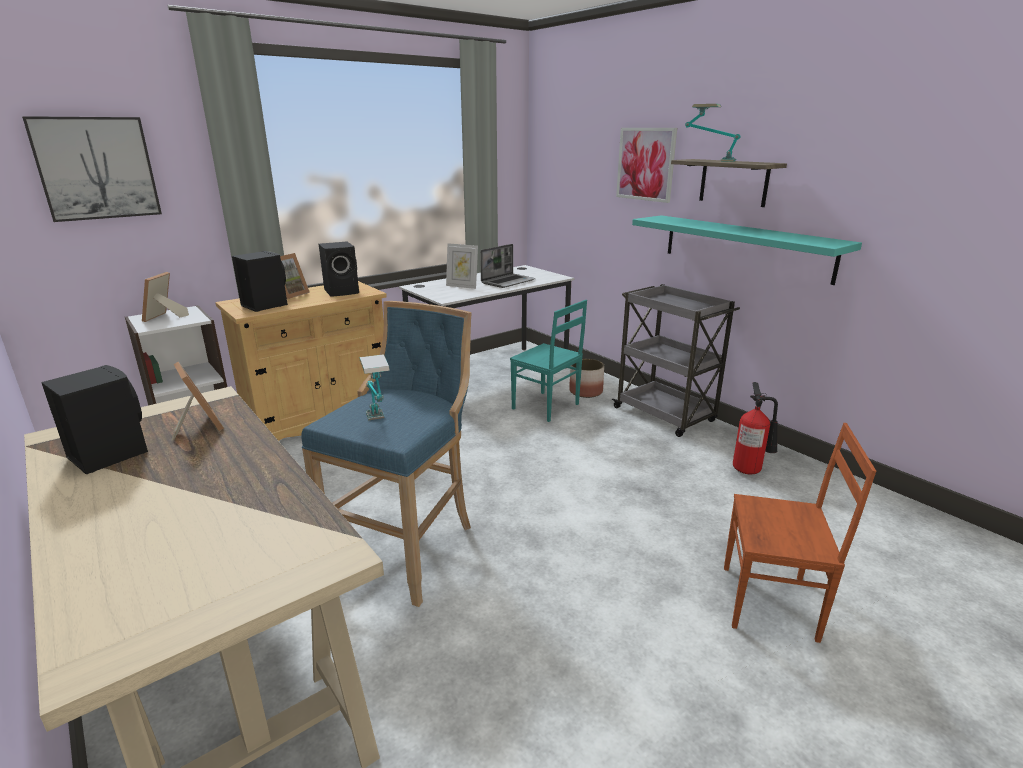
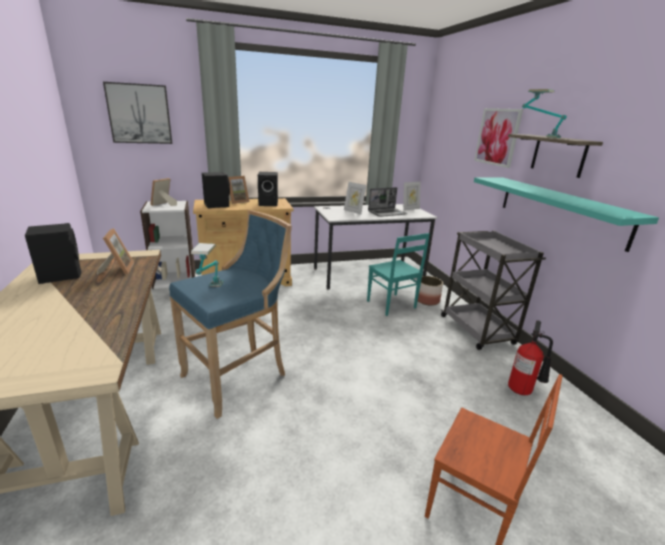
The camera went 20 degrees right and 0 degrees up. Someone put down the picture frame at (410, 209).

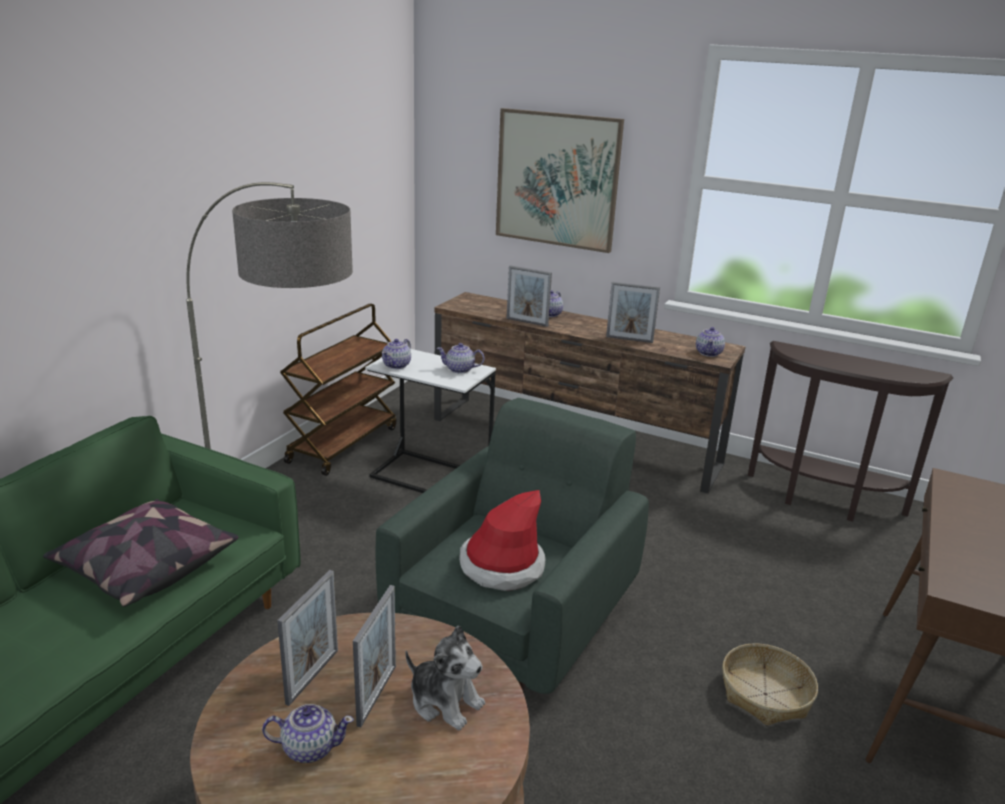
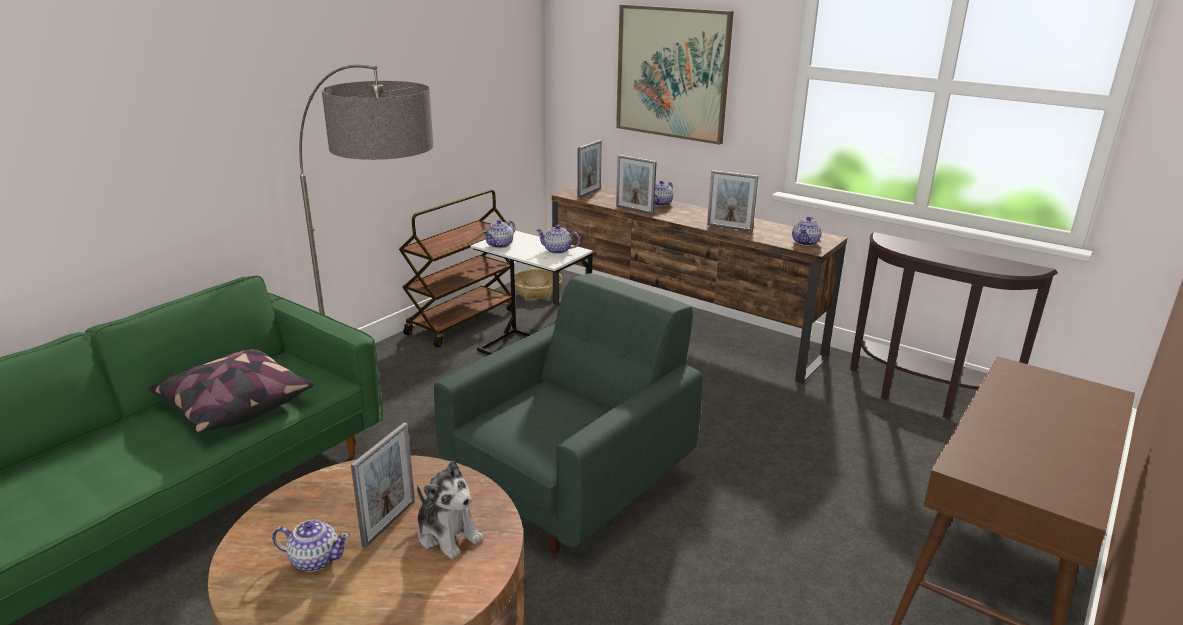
The camera went 10 degrees right and 0 degrees up. Someone carried the household basket from (765, 694) to (537, 291). Someone carried the picture frame from (312, 676) to (589, 193). Someone took away the hat at (501, 566).

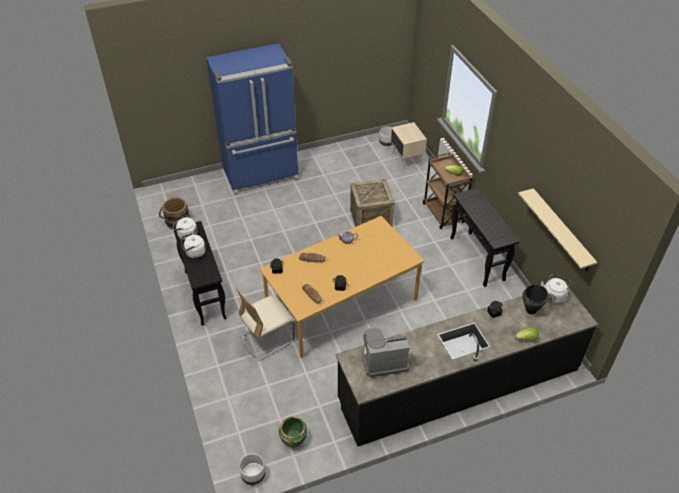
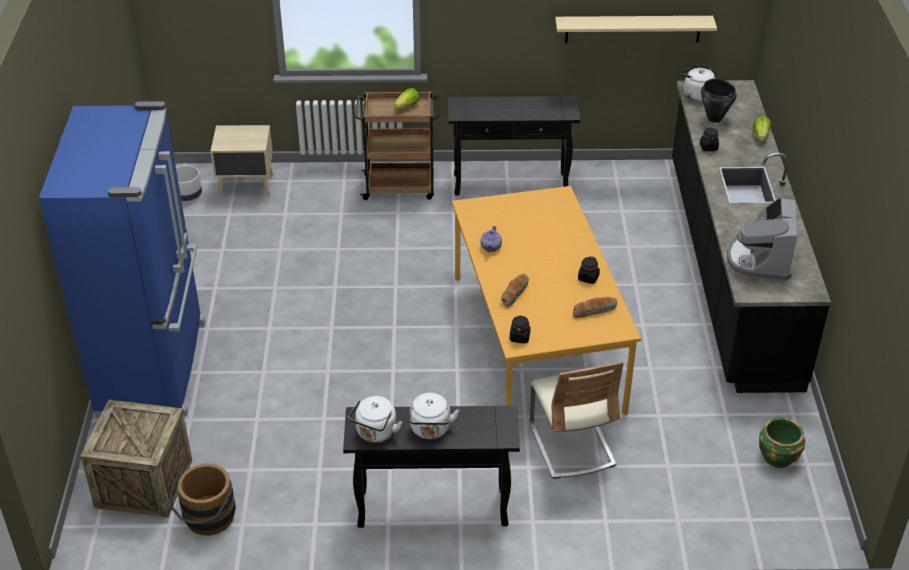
The camera went 70 degrees left and 5 degrees down. Someone carried the shipping crate from (371, 219) to (144, 483). Someone took away the white flower pot at (253, 475).

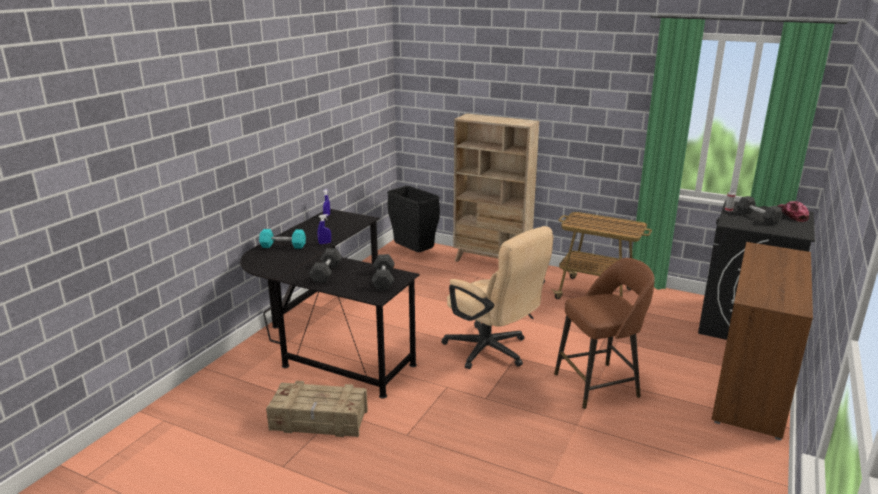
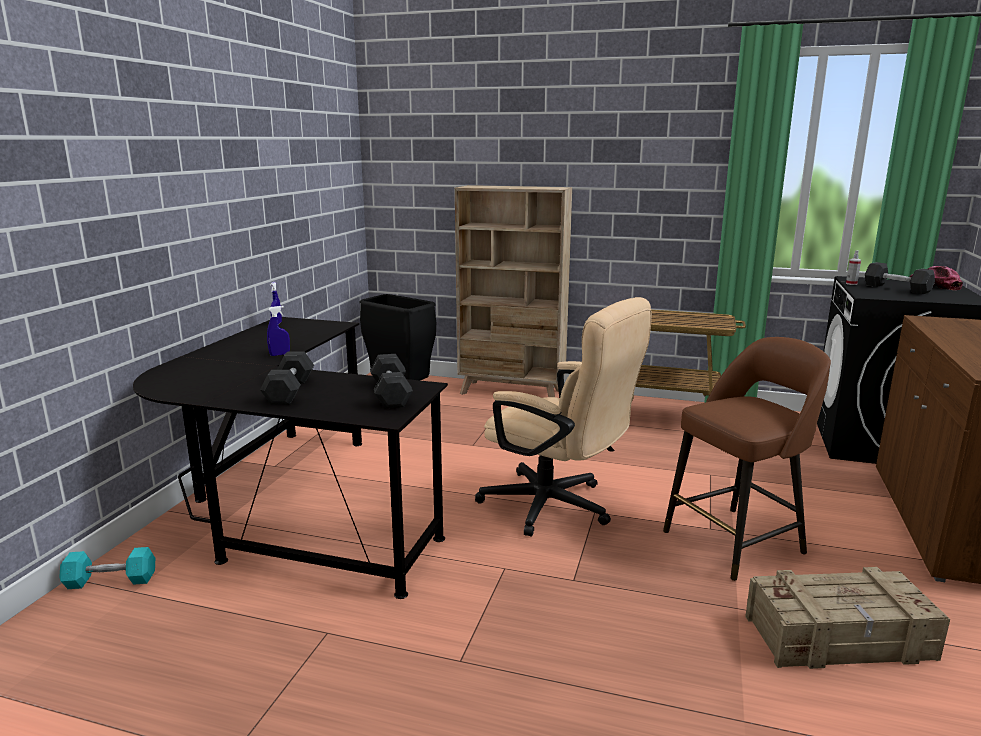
The camera went 10 degrees left and 5 degrees down. Someone carried the turquoise-coloured free weight from (283, 246) to (111, 581). Someone carried the shipping crate from (319, 420) to (840, 638).

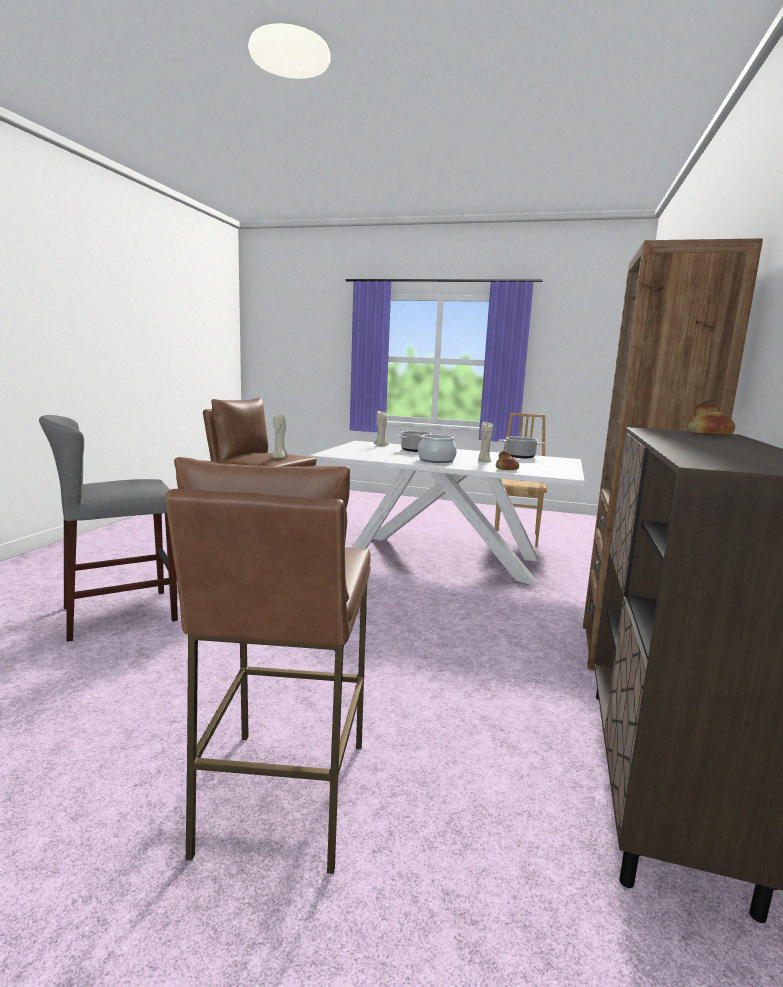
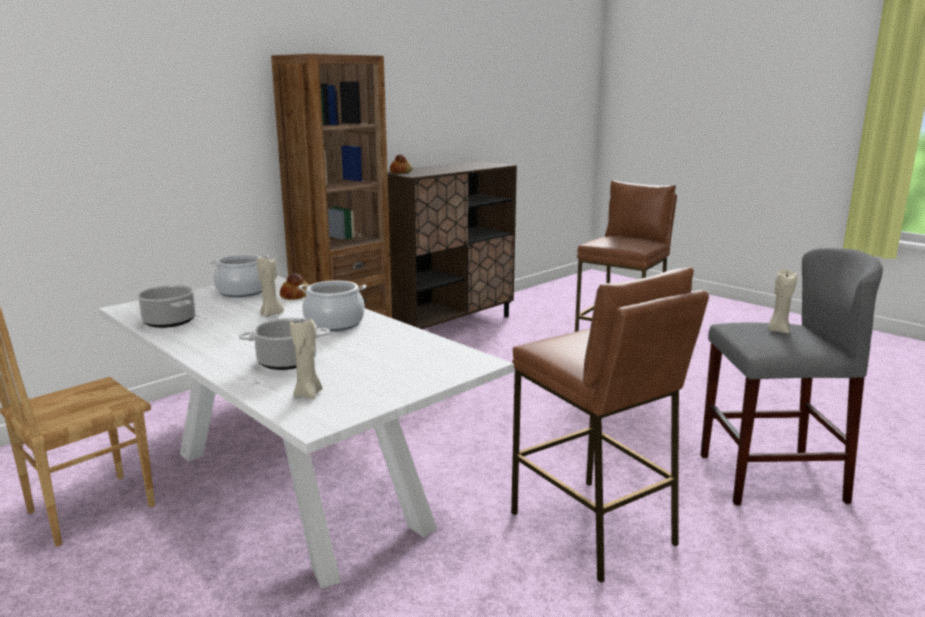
The camera went 150 degrees left and 5 degrees up. Someone put down the cooking pot at (242, 291). Someone carried the beige wax light from (280, 457) to (778, 330).

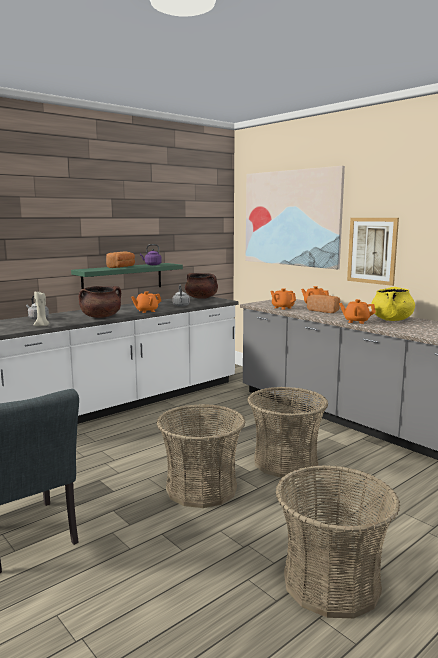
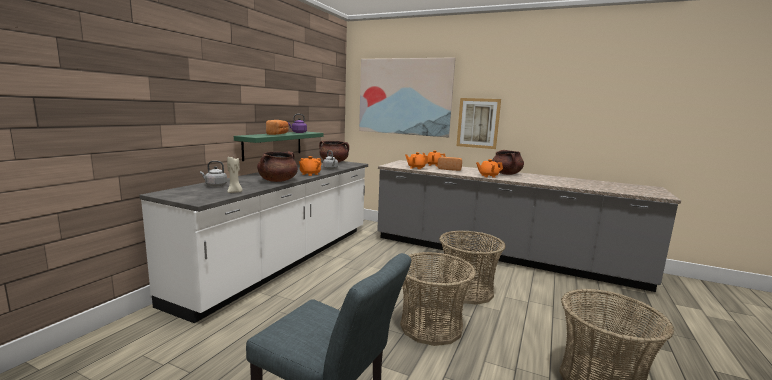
The camera went 25 degrees left and 0 degrees up. Someone repainted the yellow-coloured cooking pot at (391, 320), which became the brownish cooking pot at (506, 174).

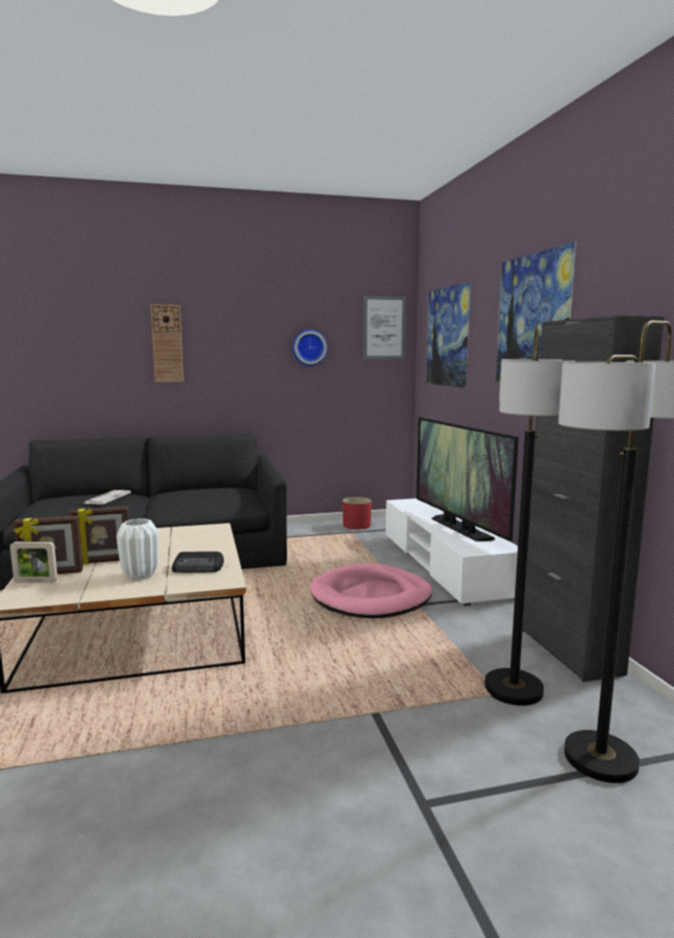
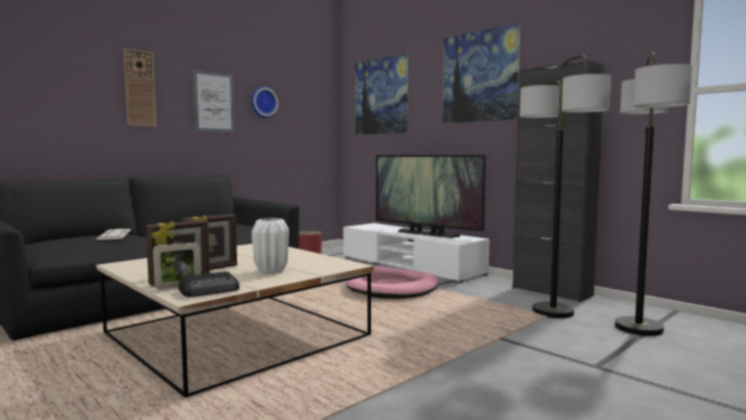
The camera went 30 degrees left and 5 degrees down. Someone carried the radio receiver from (199, 567) to (210, 290). Someone carried the wall picture from (384, 328) to (214, 102).

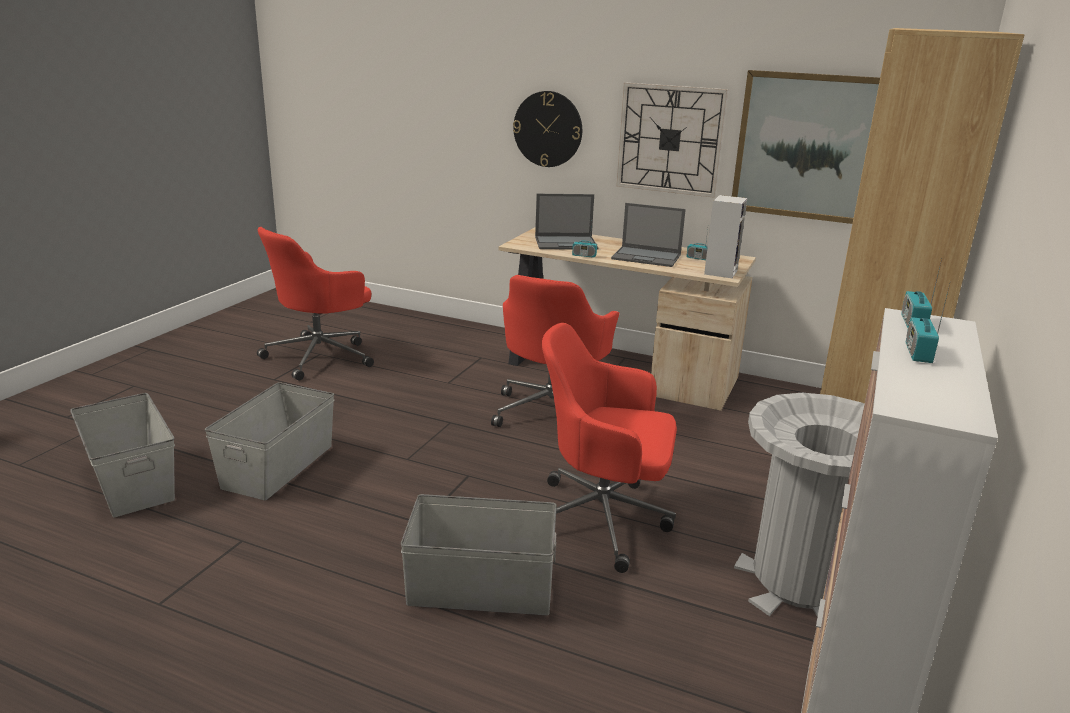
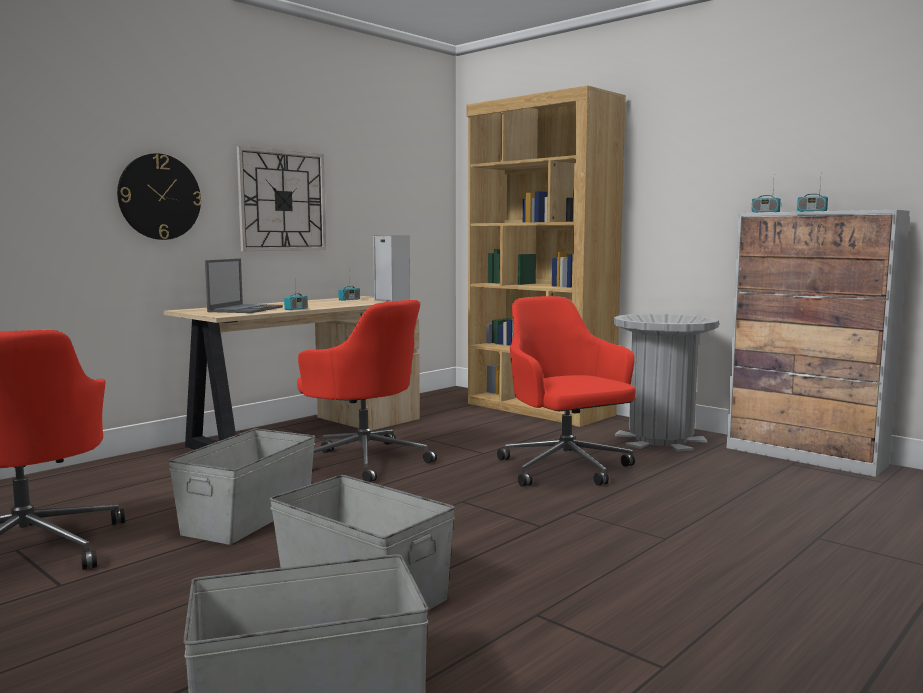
The camera went 70 degrees left and 15 degrees down. Someone carried the gray storage box from (482, 589) to (250, 516). Someone rotated the red desk chair at (603, 520) by 120 degrees clockwise. Someone took away the notebook computer at (647, 257). Someone took away the wall picture at (809, 147).

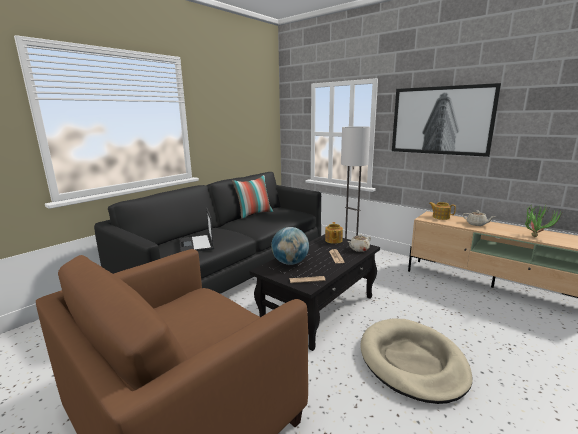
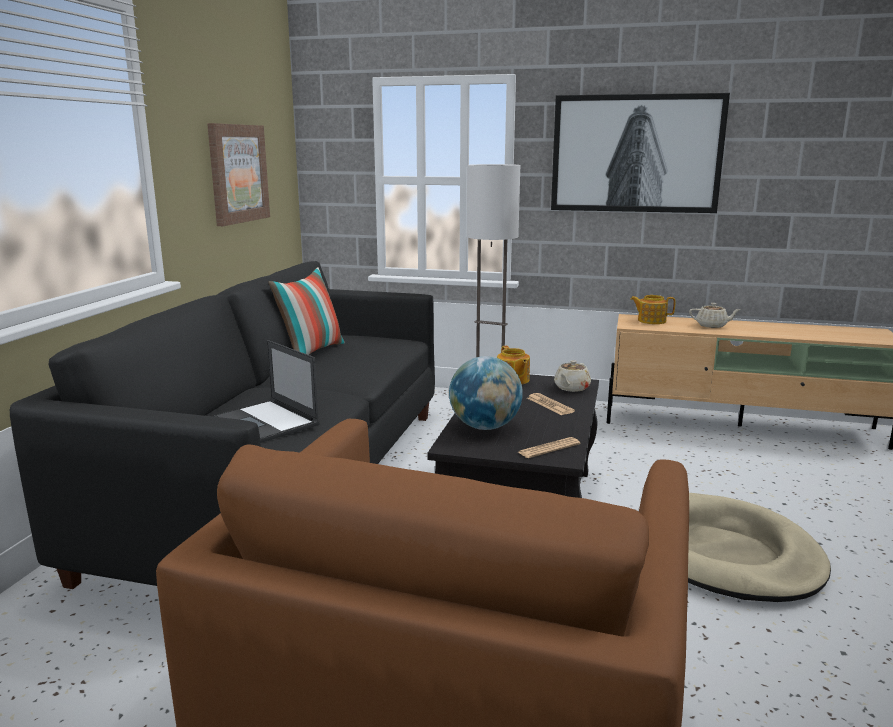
The camera went 25 degrees left and 0 degrees up. Someone put up the wall picture at (238, 173). Someone took away the houseplant at (535, 235).

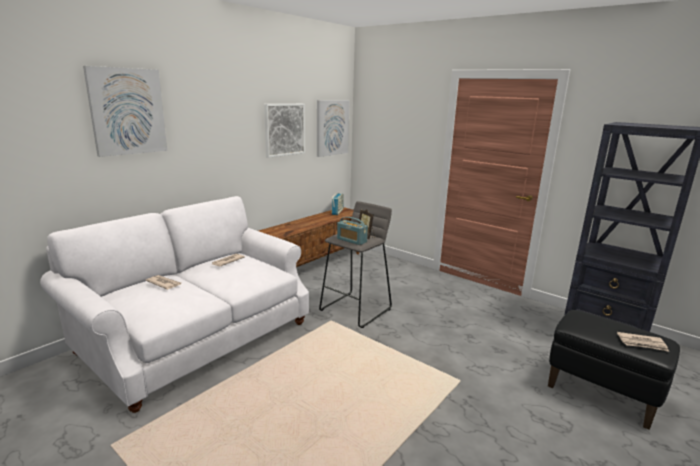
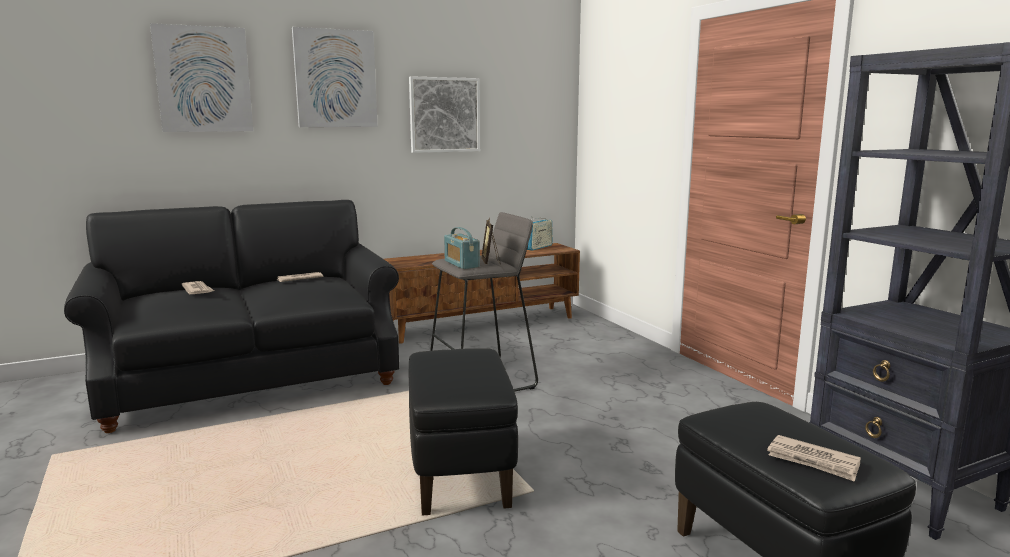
The camera went 25 degrees right and 5 degrees down. Someone repainted the white couch at (197, 336), which became the black couch at (251, 376). Someone carried the wall picture from (332, 127) to (335, 79). Someone put down the black footrest at (460, 474).

